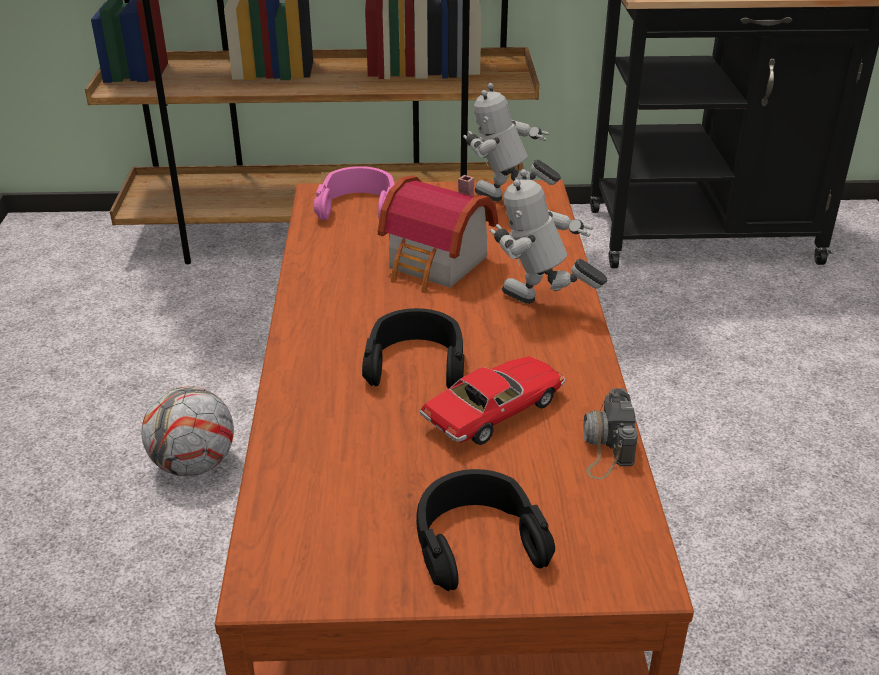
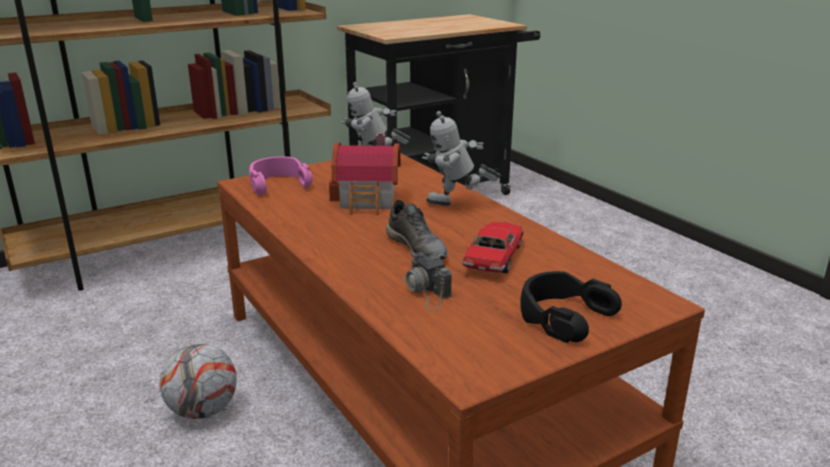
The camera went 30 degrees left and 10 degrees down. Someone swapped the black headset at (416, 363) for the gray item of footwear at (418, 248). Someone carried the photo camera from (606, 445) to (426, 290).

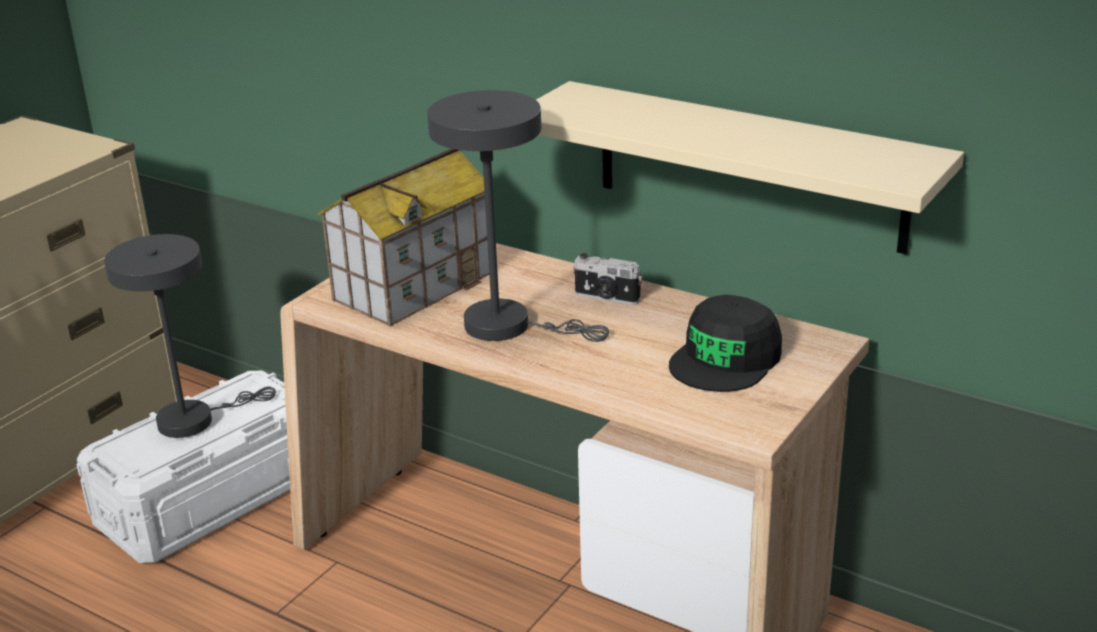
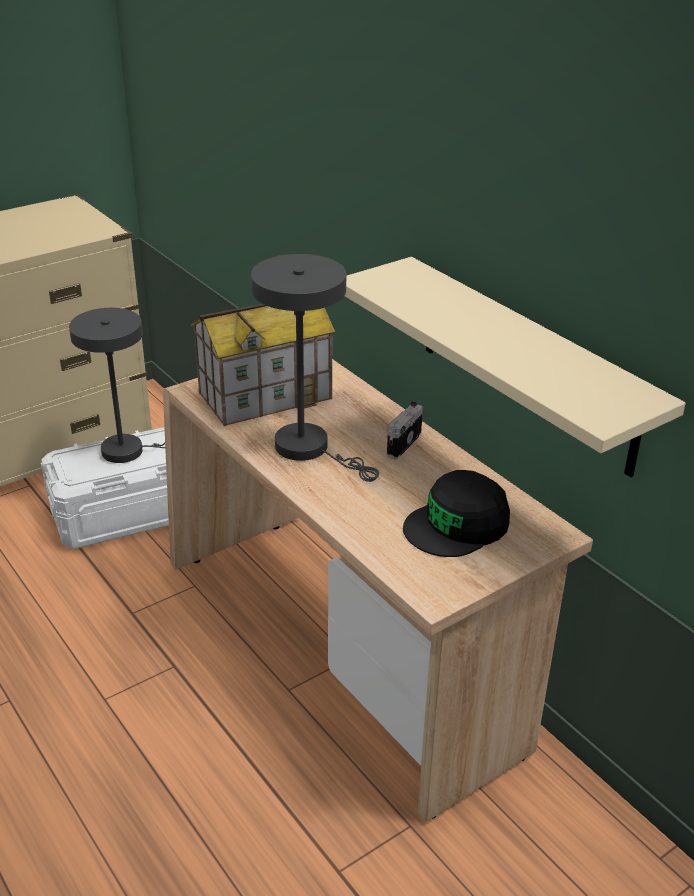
The camera went 20 degrees right and 5 degrees up. Someone rotated the photo camera at (606, 298) by 75 degrees clockwise.

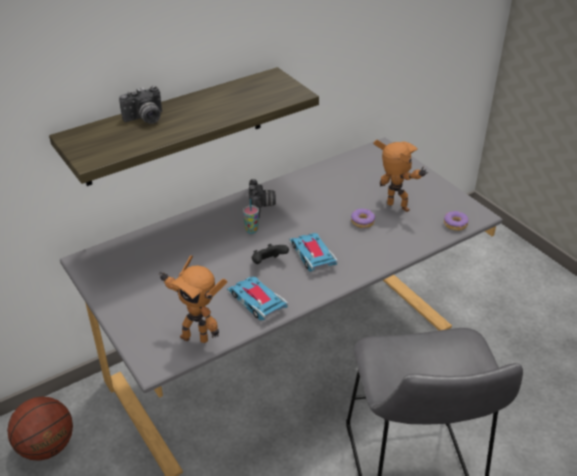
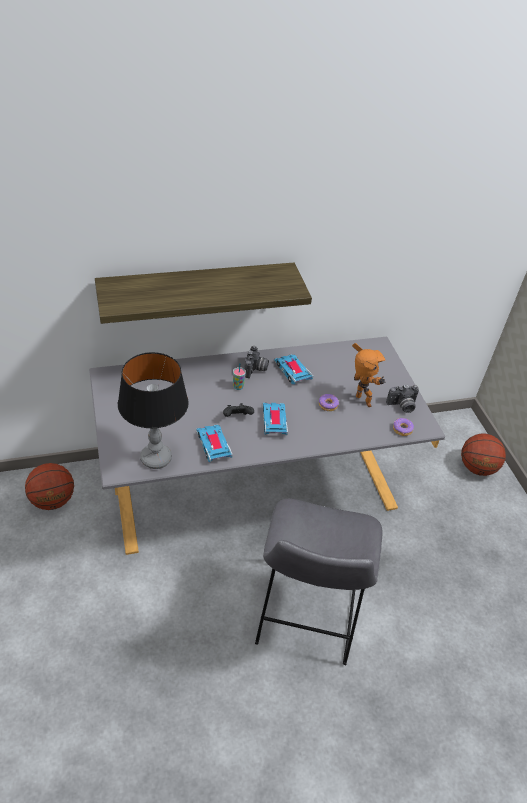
The camera went 15 degrees right and 5 degrees up. Someone swapped the model robot at (195, 336) for the lamp for a table at (156, 458). Someone put down the toy car at (292, 371). Someone carried the photo camera from (145, 119) to (402, 406). Someone put down the basketball at (476, 468).

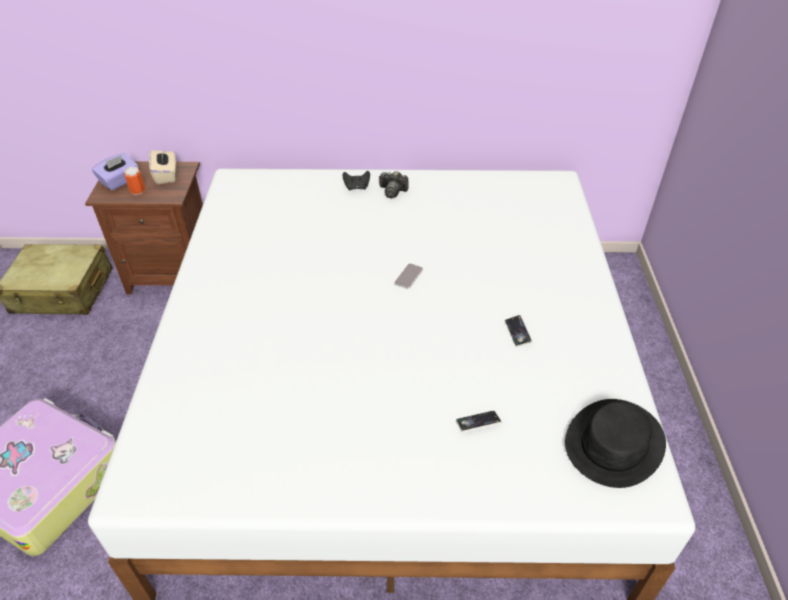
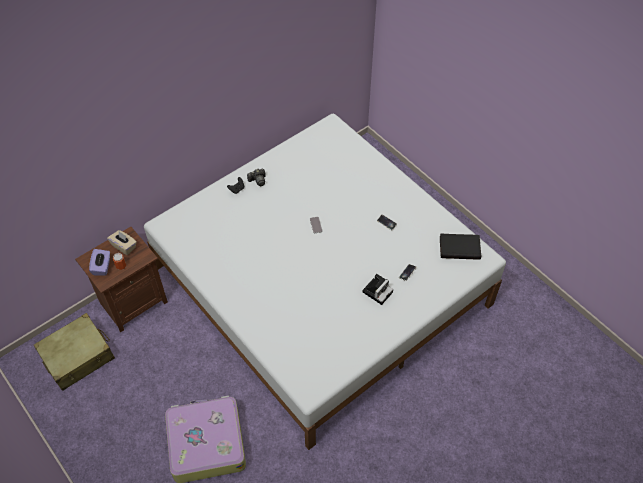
The camera went 40 degrees left and 10 degrees up. Someone put down the photo camera at (377, 291). Someone swapped the black hat at (614, 443) for the black bound book at (459, 247).

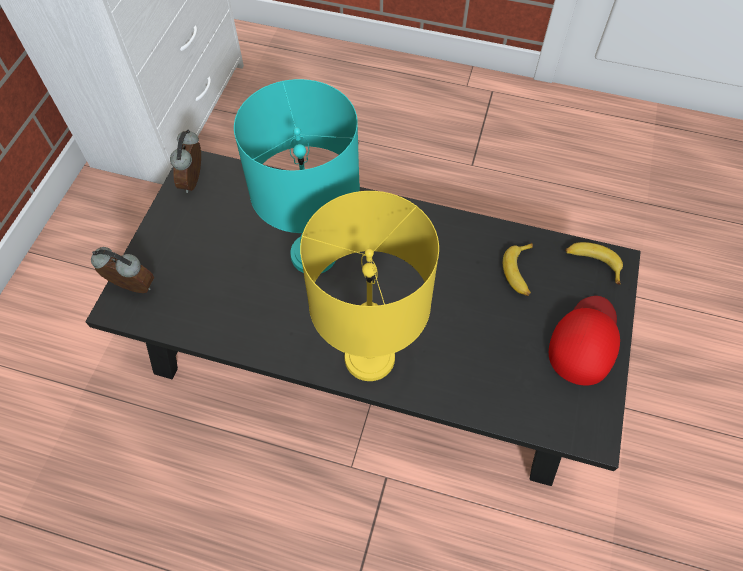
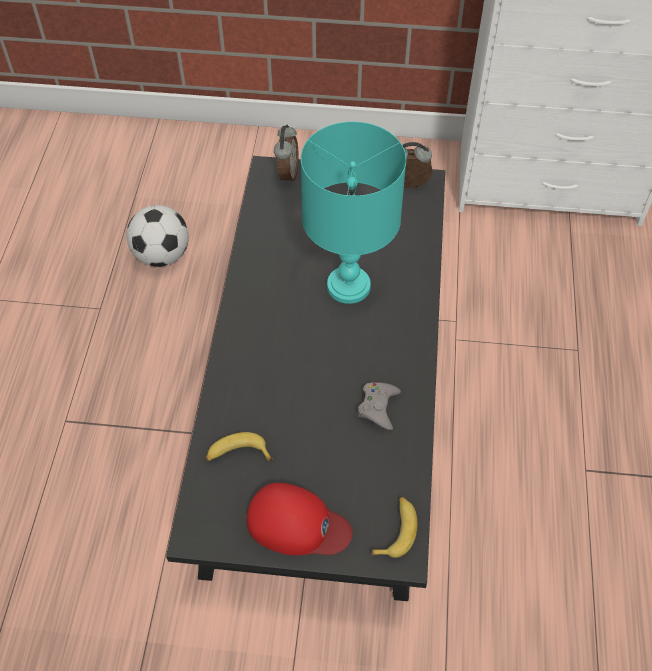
The camera went 80 degrees right and 5 degrees down. Someone put down the ball for football at (162, 255). Someone carried the banana from (520, 273) to (237, 454). Someone put down the gray gamepad at (378, 407). Someone took away the yellow-coloured lamp for a table at (370, 356).

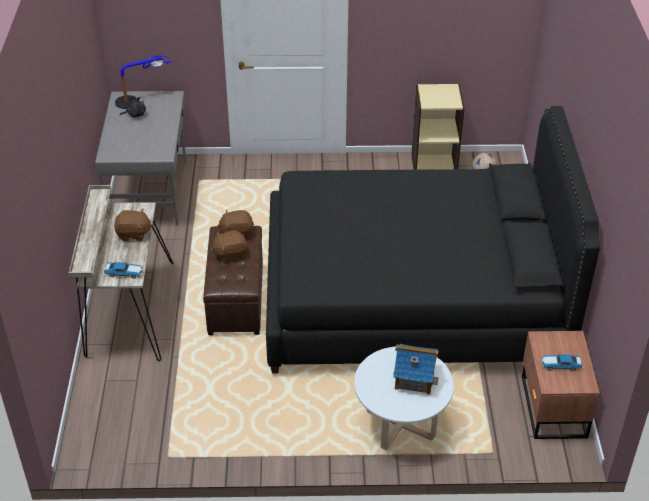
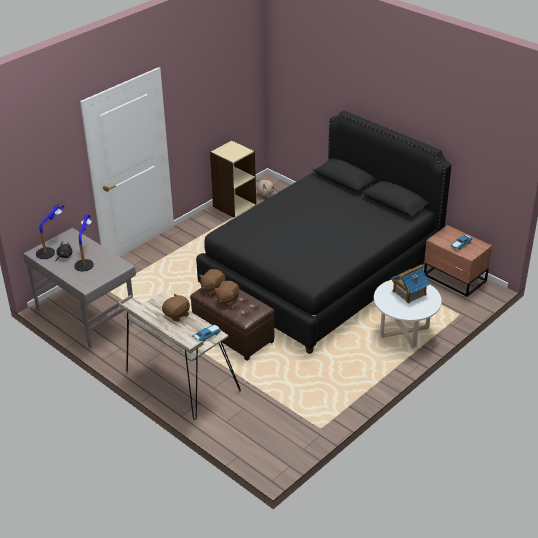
The camera went 45 degrees left and 5 degrees down. Someone put down the lamp for a table at (86, 259).

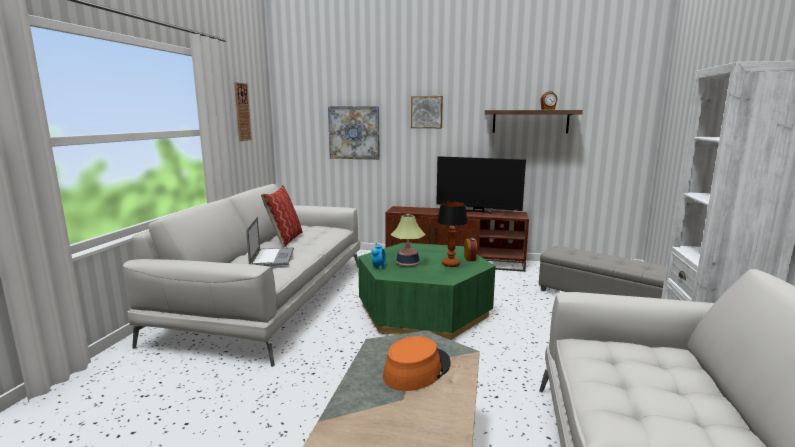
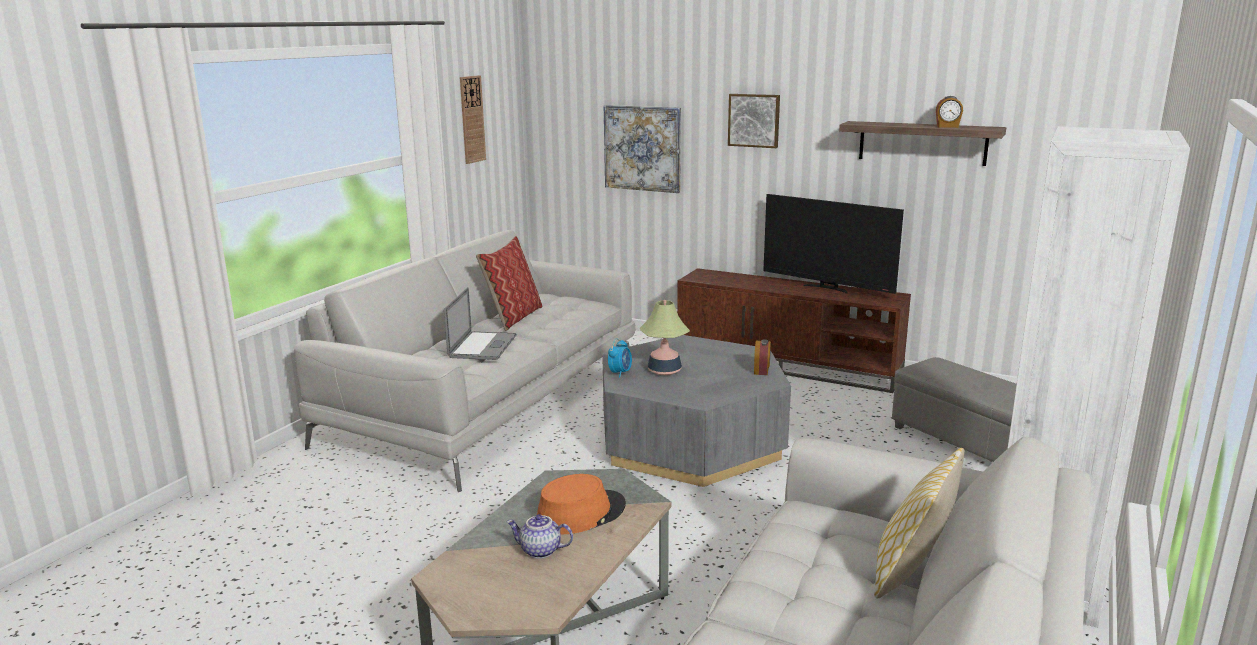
The camera went 15 degrees right and 5 degrees up. Someone put down the pot for tea at (539, 551). Someone repainted the green low table at (423, 311), which became the gray low table at (691, 441). Someone put down the pillow at (912, 573). Someone took away the lamp for a table at (450, 264).

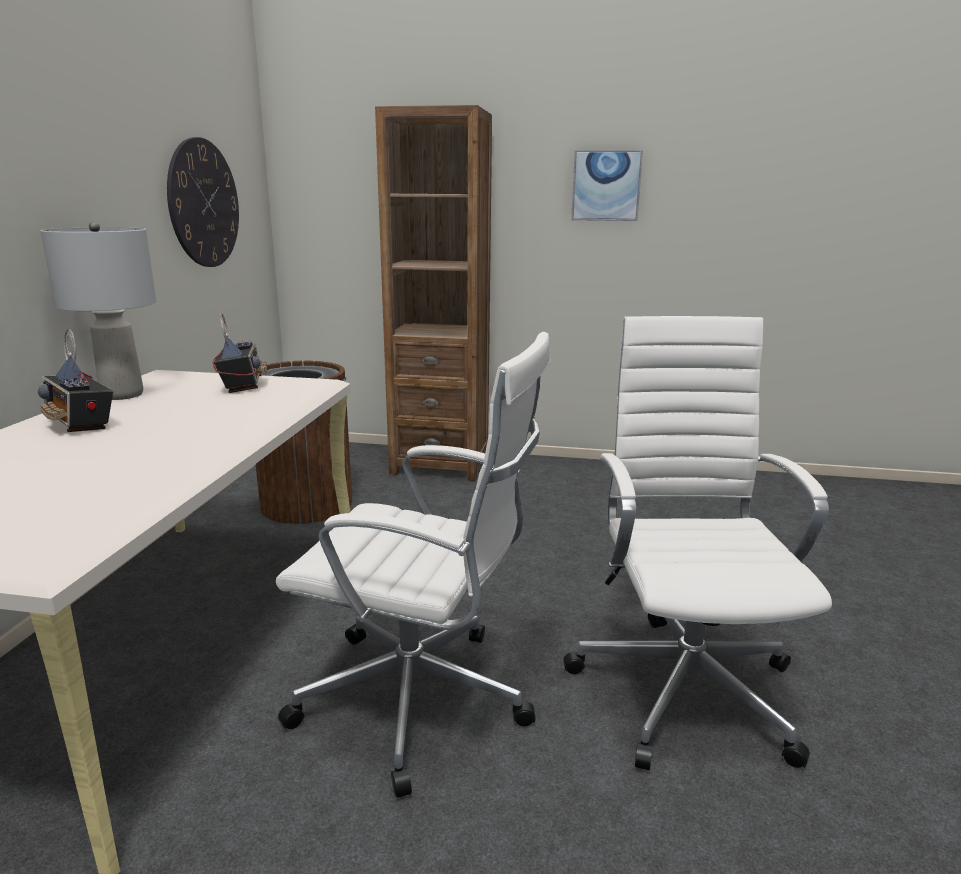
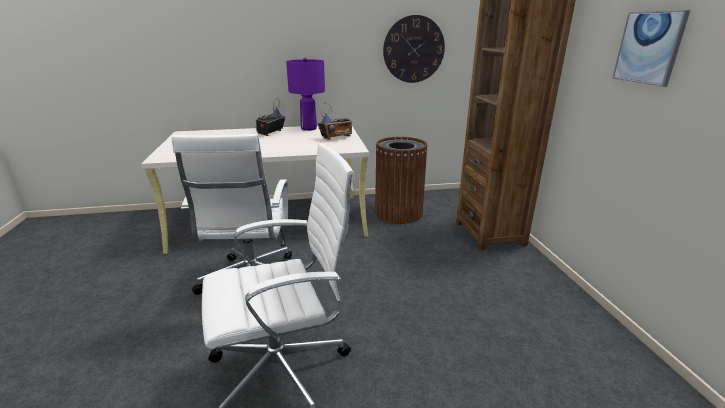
The camera went 70 degrees right and 5 degrees up. Someone repainted the gray lamp for a table at (122, 394), which became the purplish lamp for a table at (309, 128).

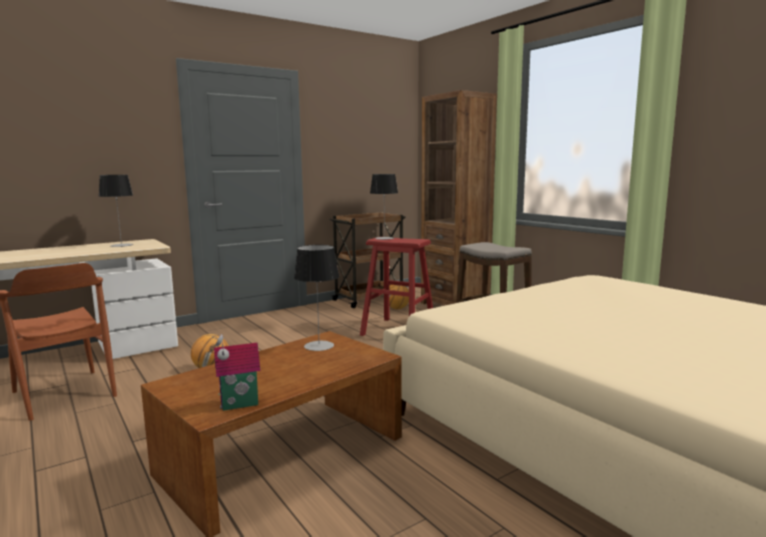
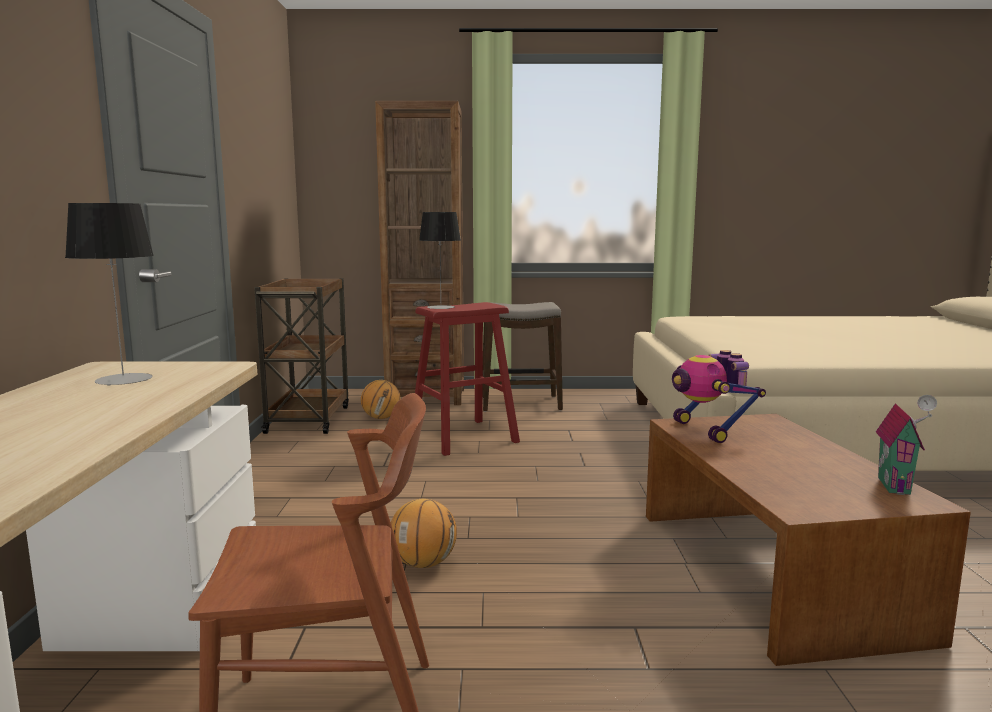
The camera went 55 degrees left and 0 degrees up. Someone swapped the lamp for a table at (319, 346) for the model robot at (708, 431).

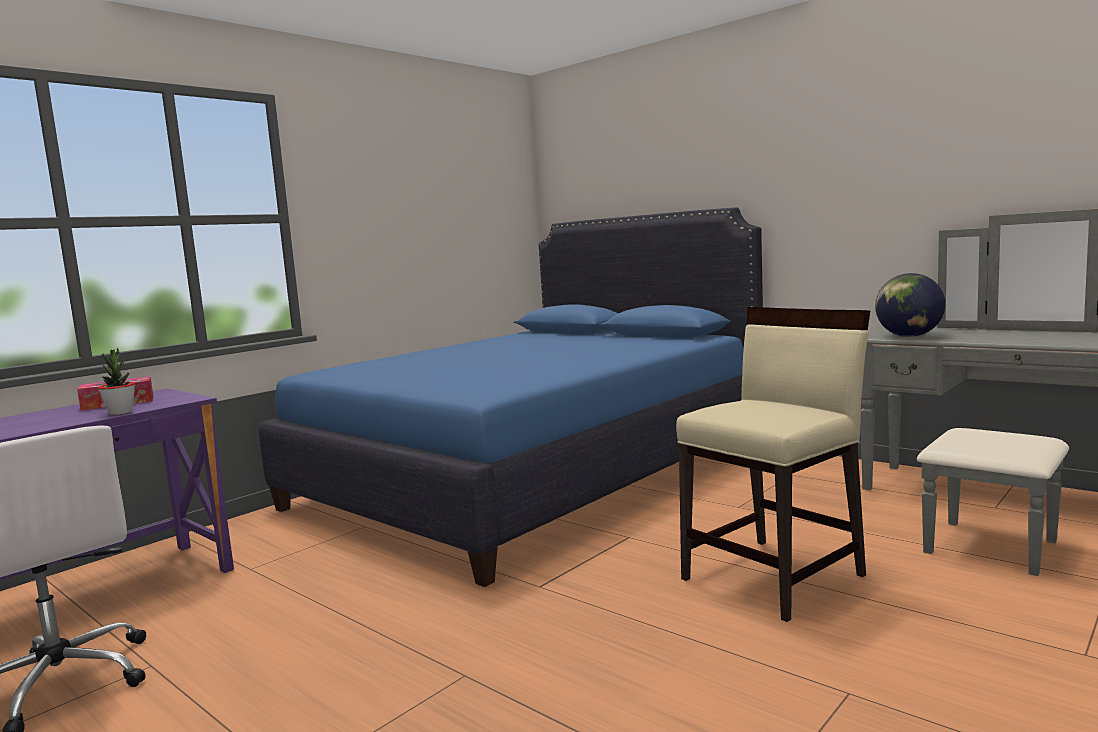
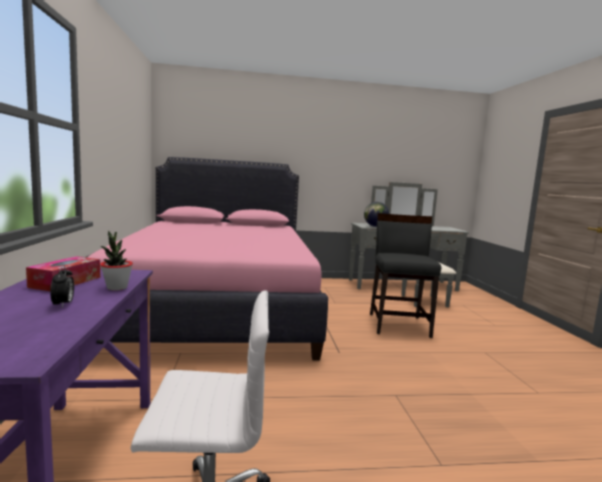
The camera went 50 degrees left and 0 degrees up. Someone put down the alarm clock at (63, 304). Someone repainted the bluish sleeping bed at (533, 476), which became the pink-coloured sleeping bed at (218, 306). Someone repainted the beige upright chair at (775, 576), which became the black upright chair at (399, 325).

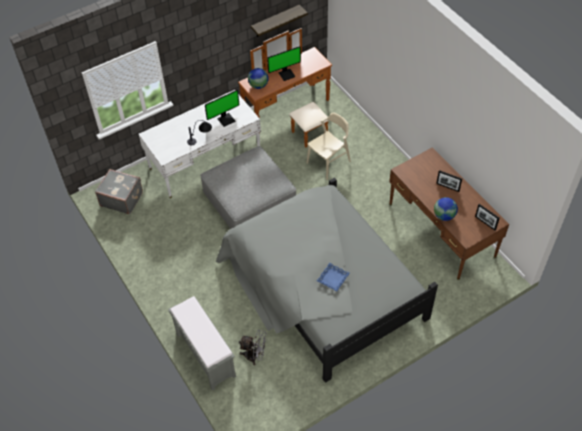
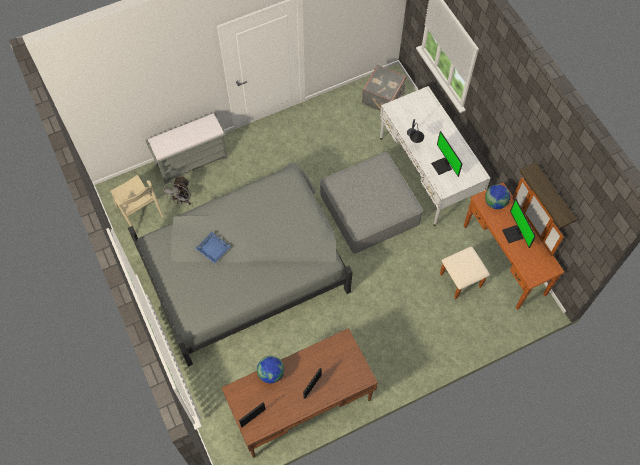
The camera went 95 degrees right and 10 degrees up. Someone carried the beige upright chair from (328, 162) to (140, 212).

